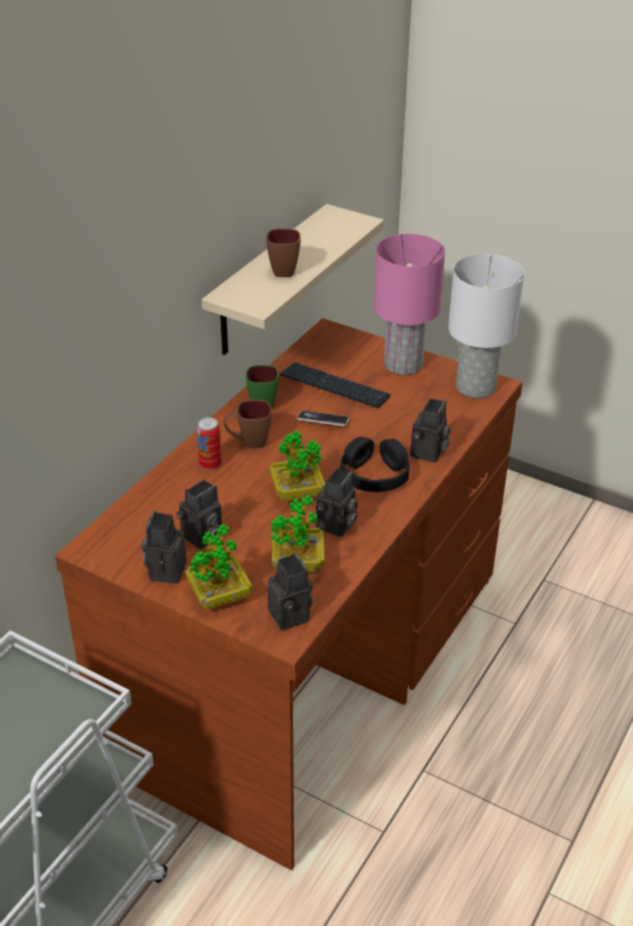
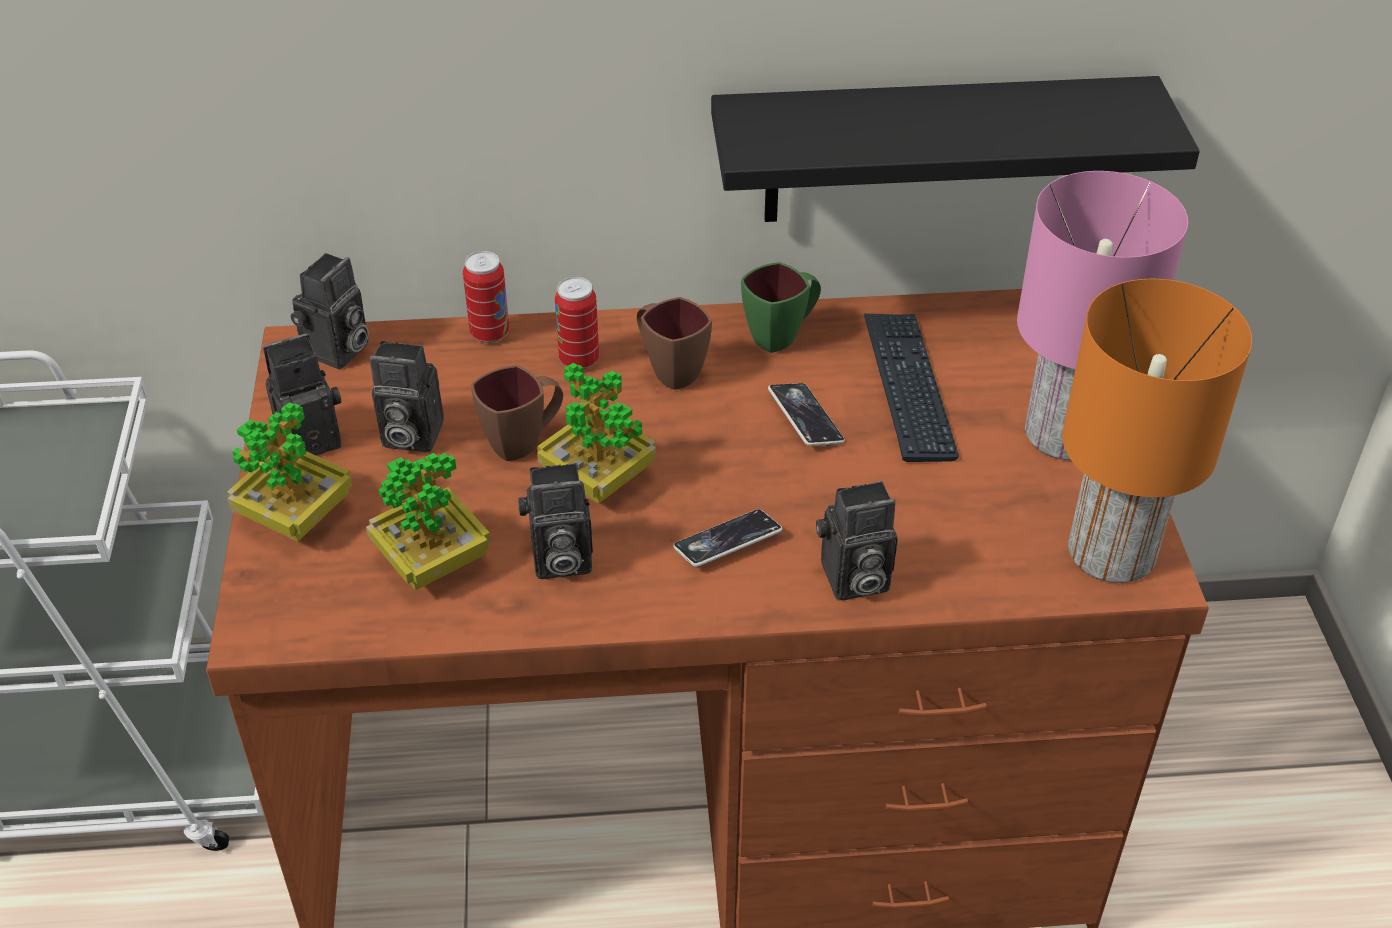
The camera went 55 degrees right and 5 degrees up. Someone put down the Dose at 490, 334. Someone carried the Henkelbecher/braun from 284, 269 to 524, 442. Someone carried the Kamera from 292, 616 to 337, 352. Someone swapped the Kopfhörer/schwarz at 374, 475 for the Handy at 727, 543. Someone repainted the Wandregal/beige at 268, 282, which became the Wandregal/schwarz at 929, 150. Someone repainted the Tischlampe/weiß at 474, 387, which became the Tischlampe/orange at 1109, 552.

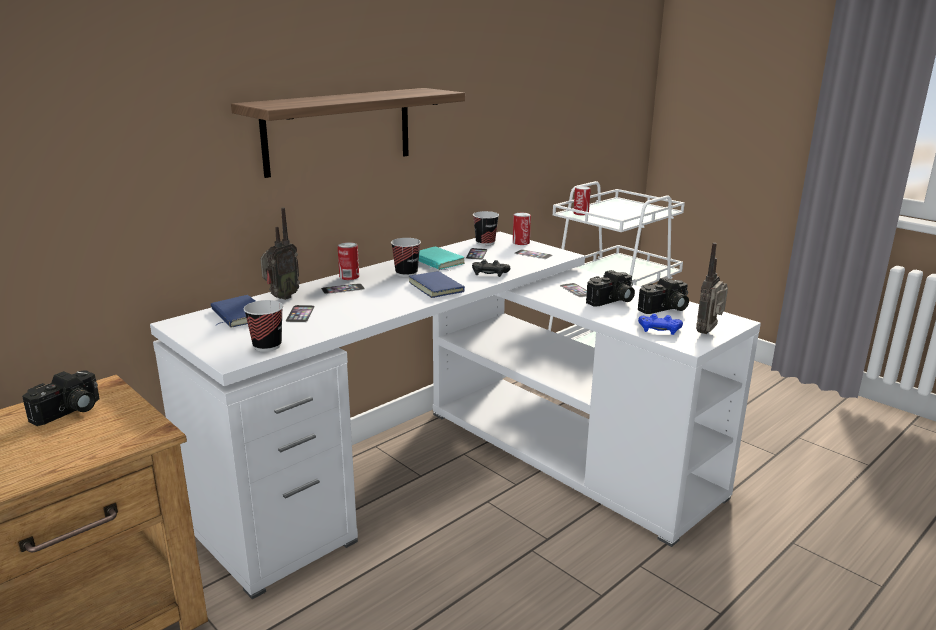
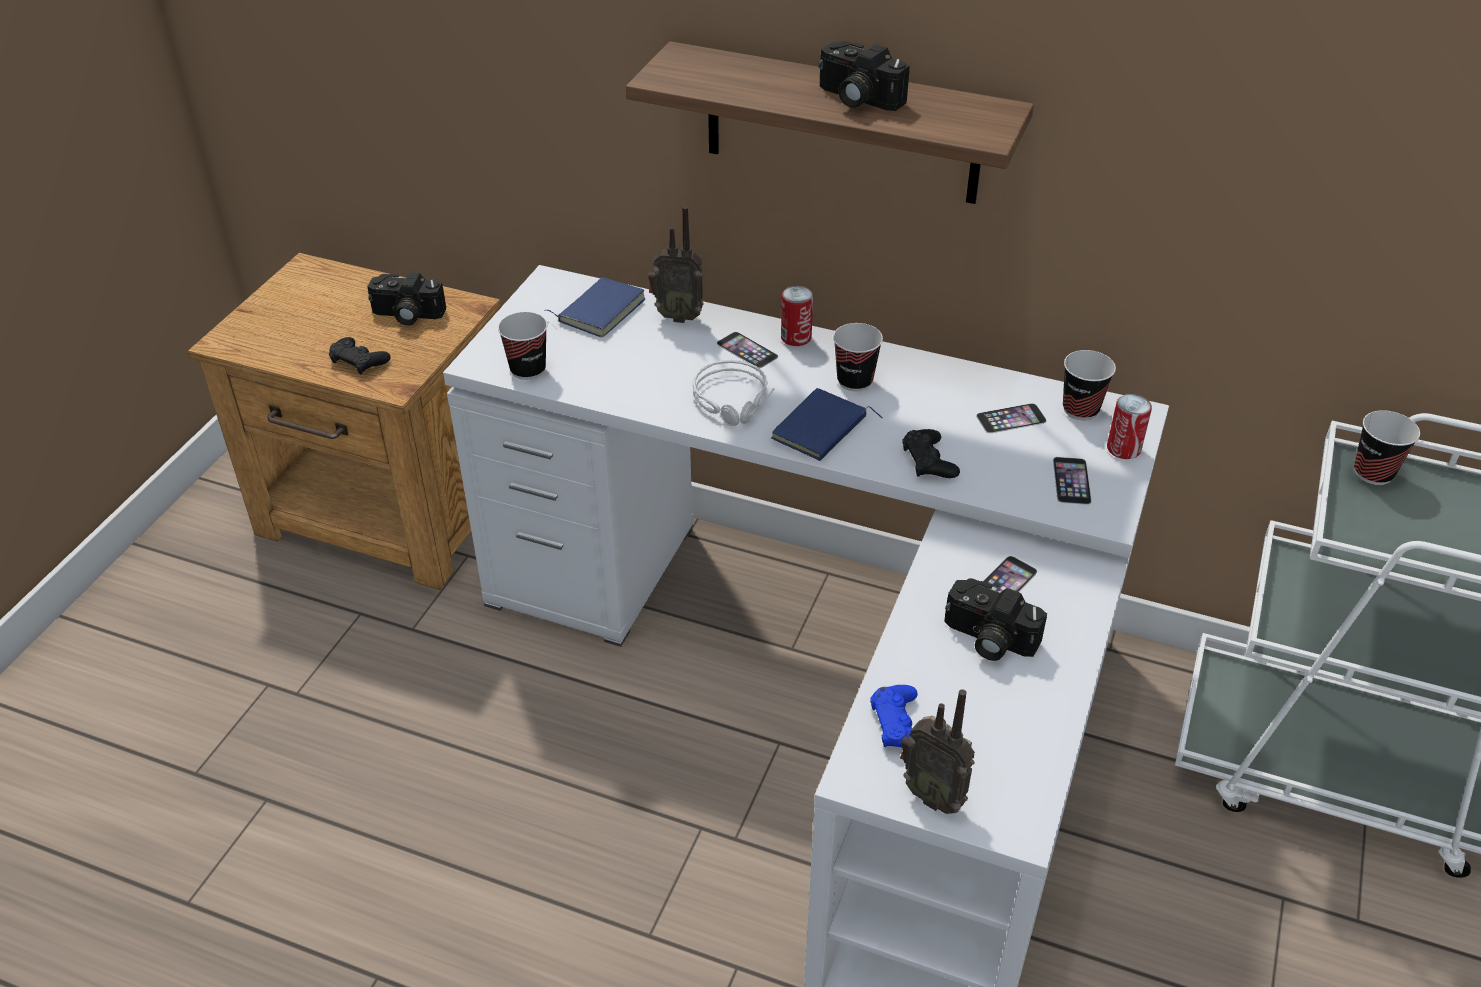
The camera went 65 degrees right and 20 degrees up. Someone took away the Handy at 300, 314. Someone took away the Buch/türkis at 435, 261. Someone put down the Gamepad/schwarz at 359, 361. Someone put down the Kopfhörer/grau at 734, 400. Someone carried the Kamera from 665, 309 to 856, 98. Someone swapped the Dose at 581, 213 for the Tasse at 1373, 473. Someone rotated the Radio at 709, 332 by 150 degrees counterclockwise.

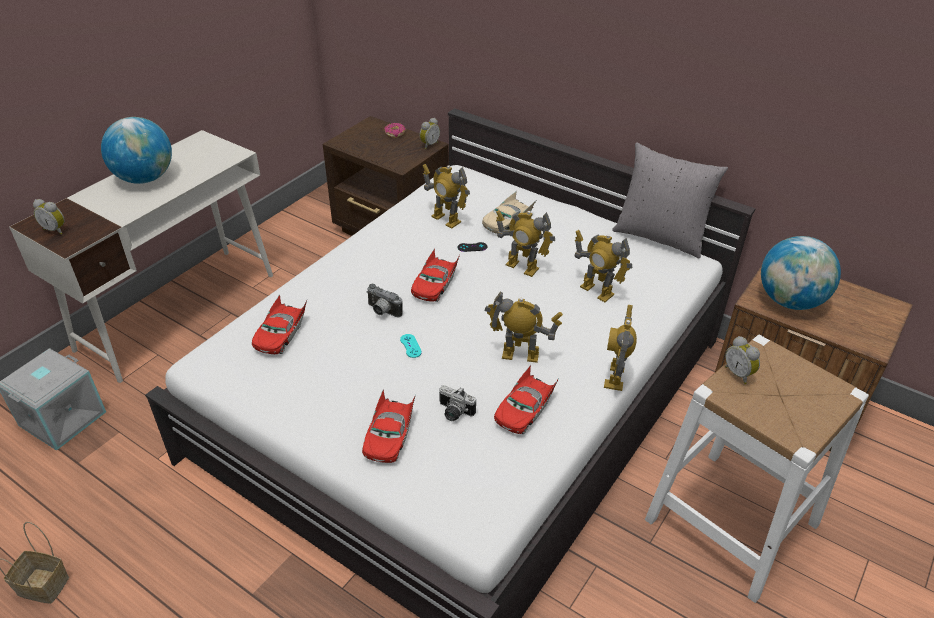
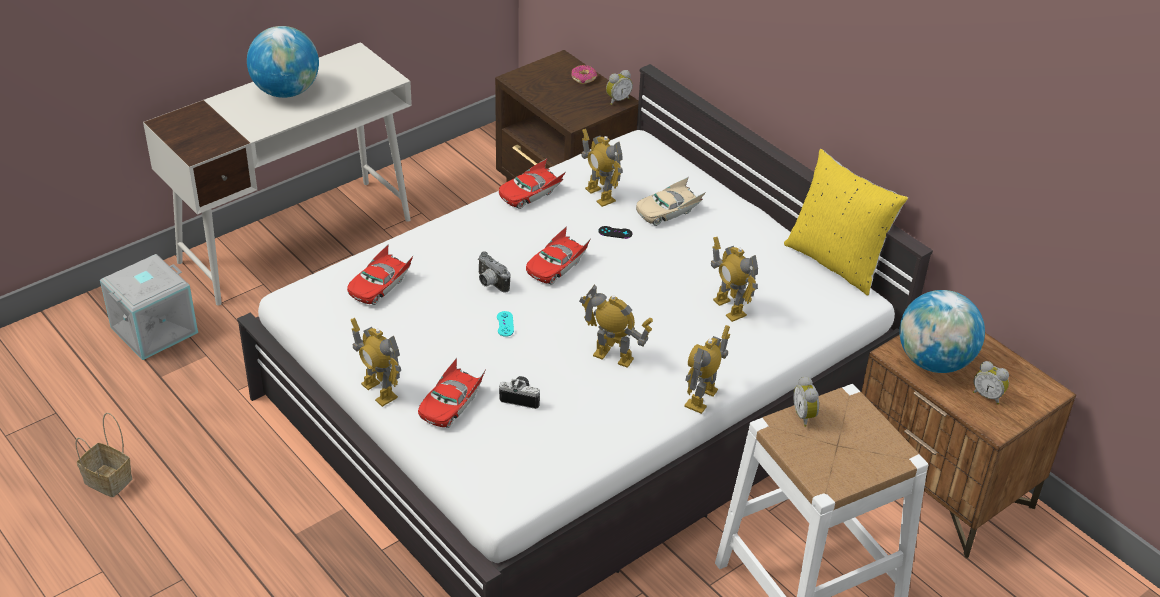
The camera went 15 degrees right and 0 degrees up. Someone carried the Wecker from 56, 230 to 987, 395. Someone carried the Spielzeugauto/rot from 525, 409 to 530, 193. Someone carried the Spielzeugroboter from 522, 267 to 379, 391. Someone repainted the Kissen/grau at 660, 237, which became the Kissen/gelb at 836, 262. Someone rotated the Kamera at 453, 412 by 150 degrees clockwise.

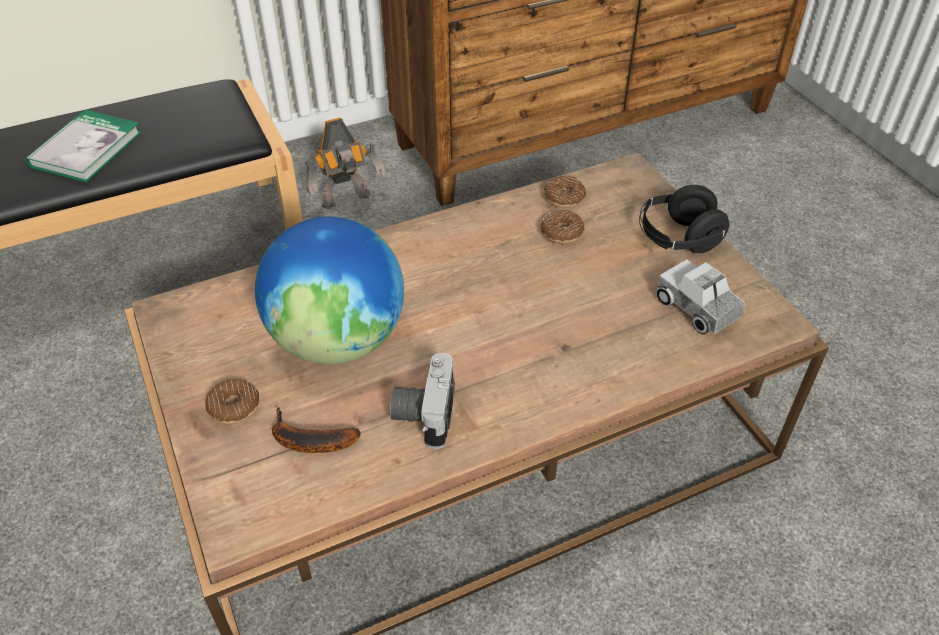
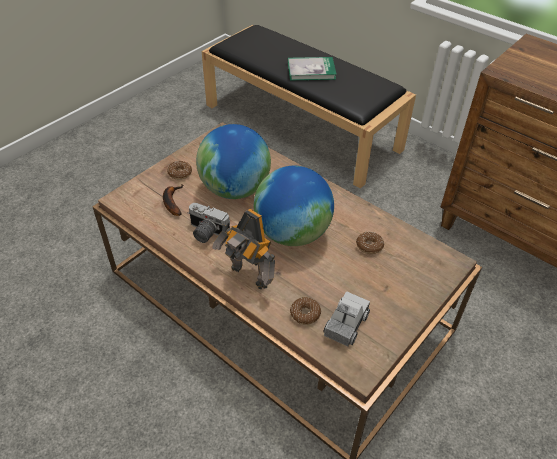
The camera went 65 degrees right and 0 degrees up. Someone took away the Kopfhörer/schwarz at 677, 239. Someone put down the Globus at 293, 234. Someone carried the Spielzeugroboter from 347, 201 to 248, 277. Someone carried the Donut from 564, 197 to 305, 314. Someone rotated the Kamera at 423, 412 by 135 degrees counterclockwise.

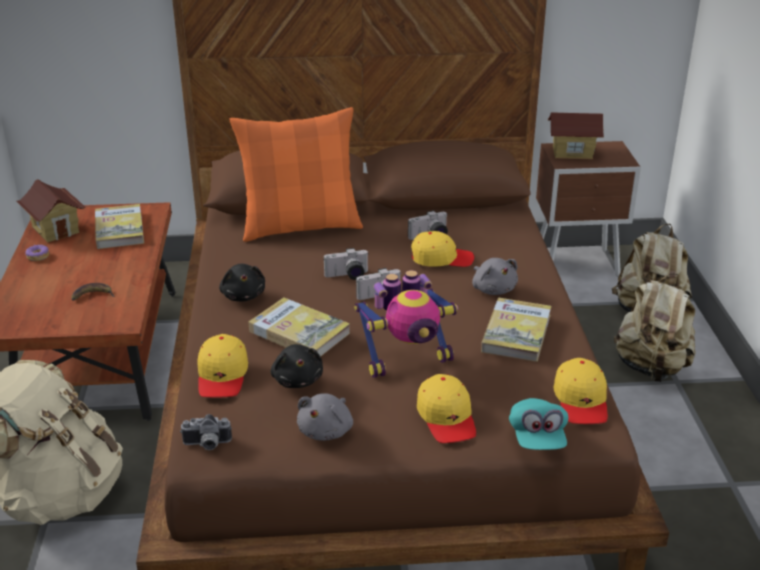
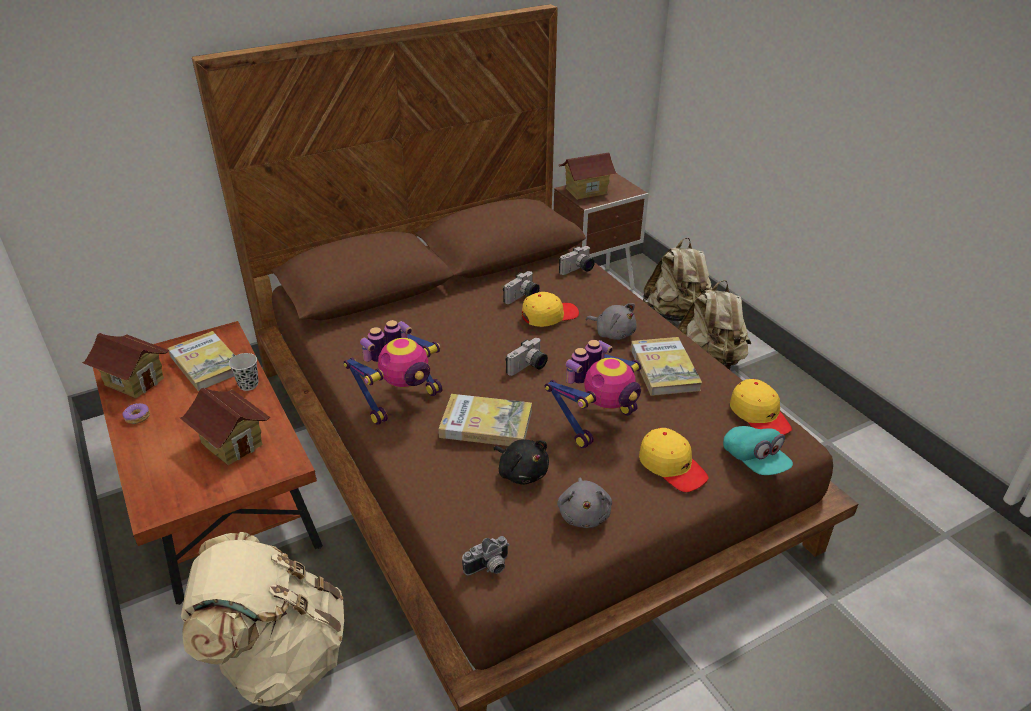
The camera went 25 degrees left and 5 degrees up. Someone took away the Kappe/gelb at 222, 375. Someone took away the Kissen/orange at 300, 226. Someone put down the Tasse/schwarz at 248, 385. Someone carried the Kamera from 347, 276 to 578, 270. Someone swapped the Banane at 92, 295 for the Spielzeughaus at 232, 443. Someone swapped the Plüschtier/schwarz at 243, 295 for the Spielzeugroboter at 401, 401.

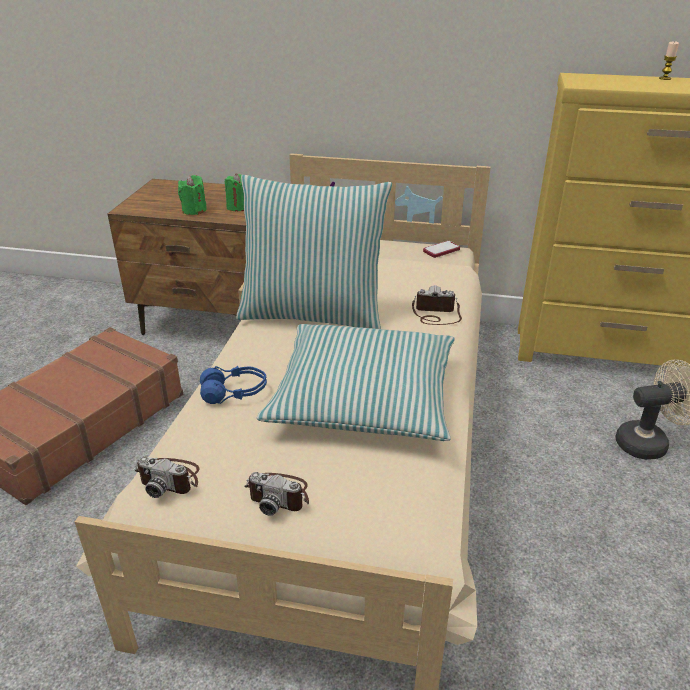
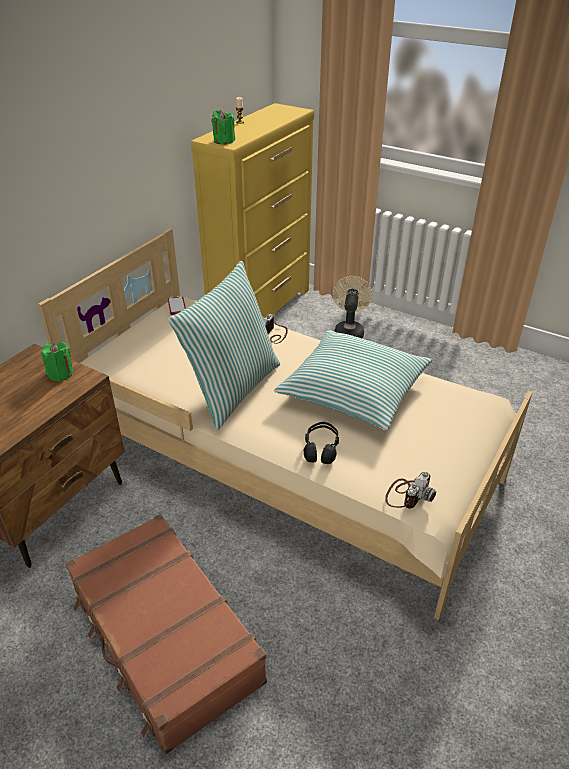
The camera went 70 degrees left and 5 degrees up. Someone took away the Kamera at 279, 494. Someone carried the Kerze/grün from 194, 210 to 224, 141. Someone repainted the Kopfhörer/blau at 234, 393, which became the Kopfhörer/schwarz at 321, 449.

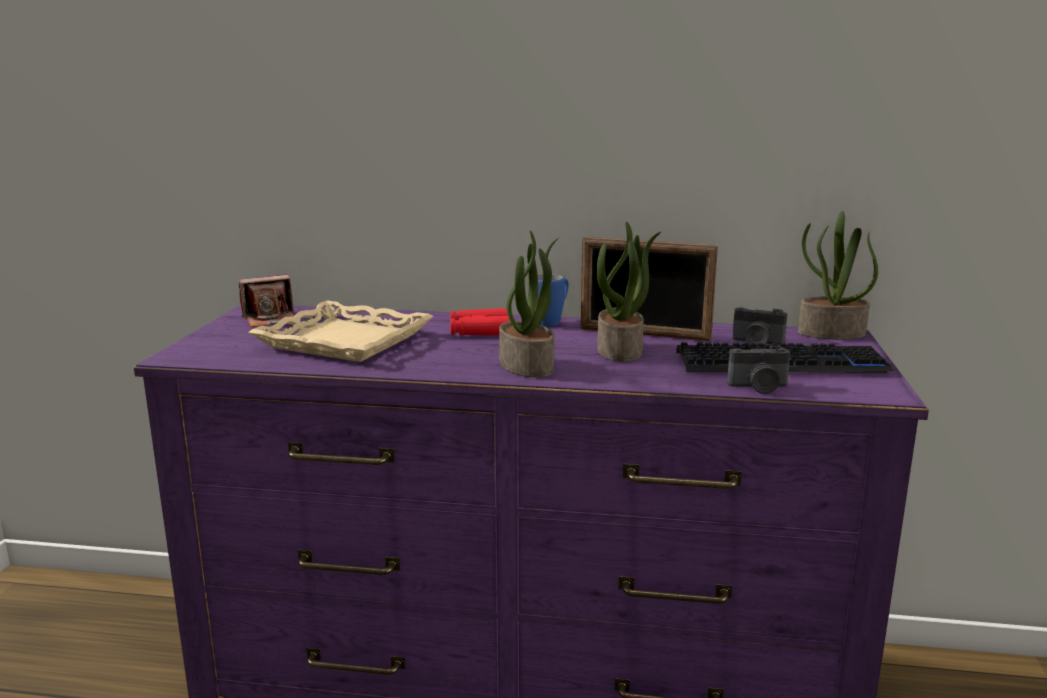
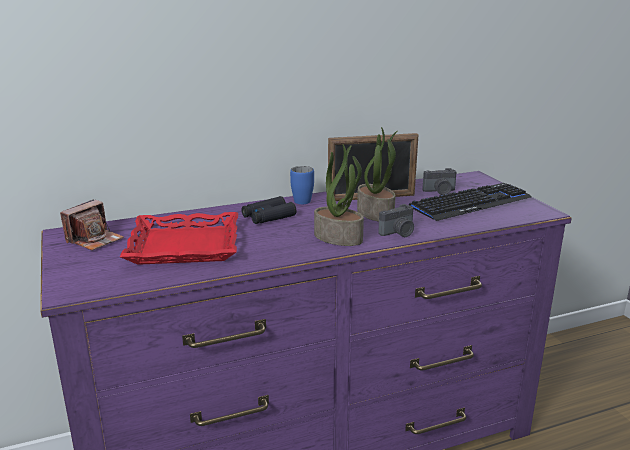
The camera went 30 degrees left and 5 degrees up. Someone took away the Topfpflanze at 831, 333. Someone carried the Kamera from 759, 387 to 398, 233. Someone repainted the Tablett/beige at 343, 341, which became the Tablett/rot at 184, 246. Someone repainted the Fernglas/rot at 480, 331, which became the Fernglas/schwarz at 268, 217.

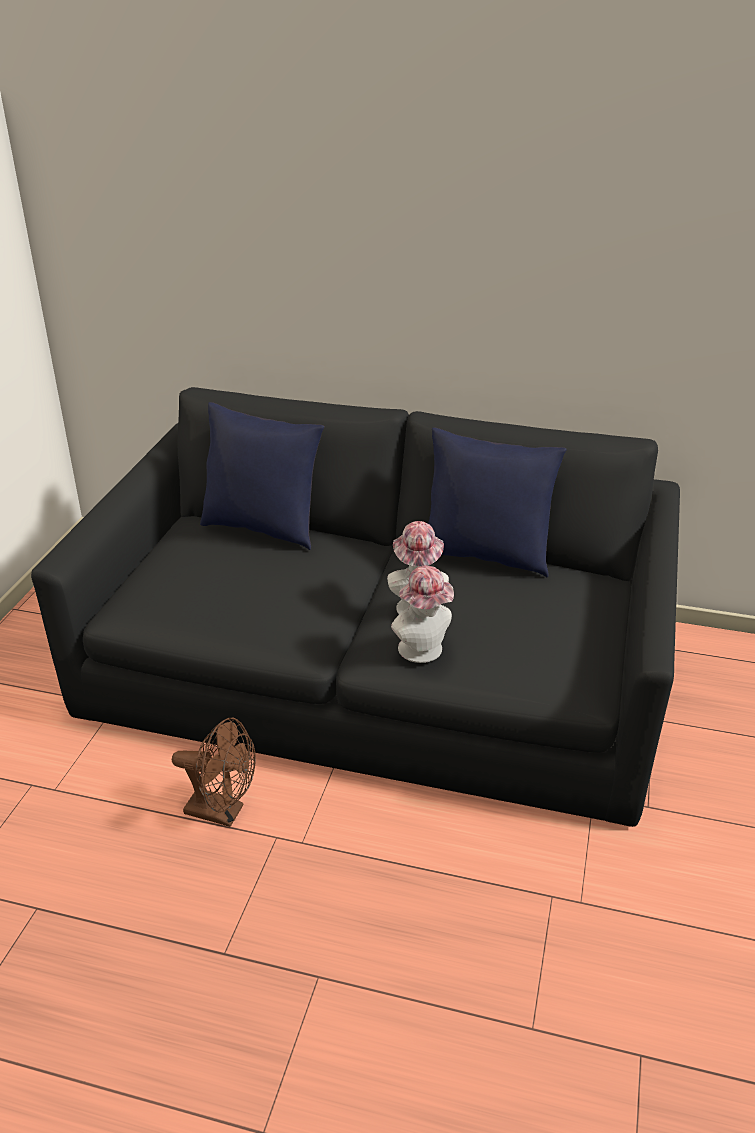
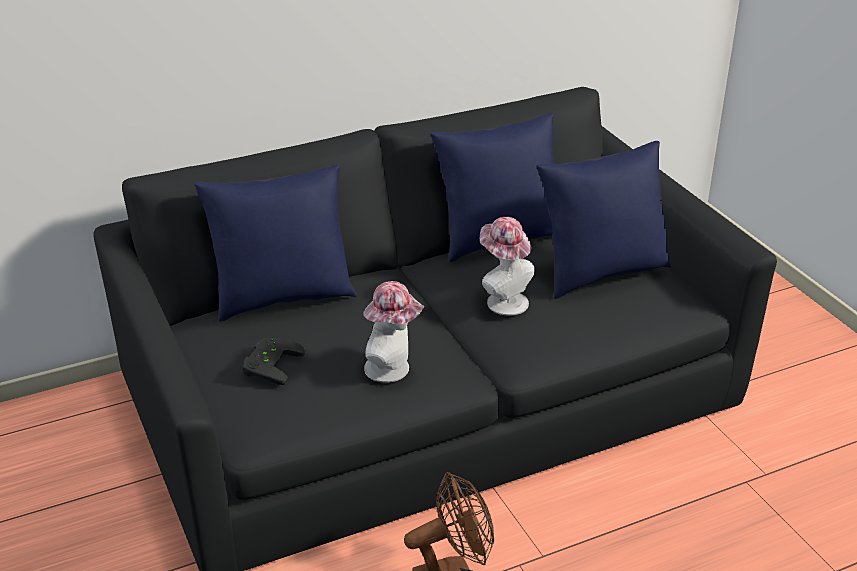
The camera went 40 degrees left and 0 degrees up. Someone put down the Gamepad/schwarz at 269, 364. Someone put down the Kissen/blau at 600, 273. Someone carried the Hut from 424, 652 to 393, 369.

